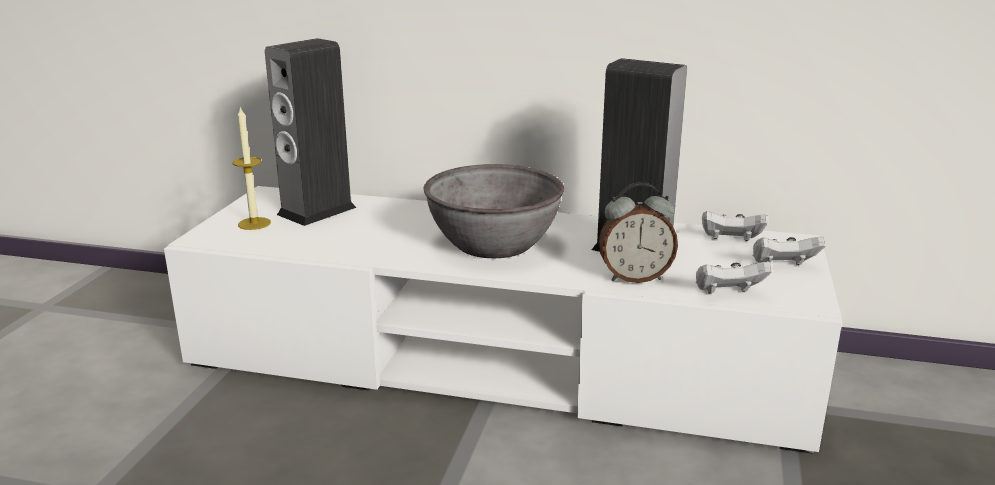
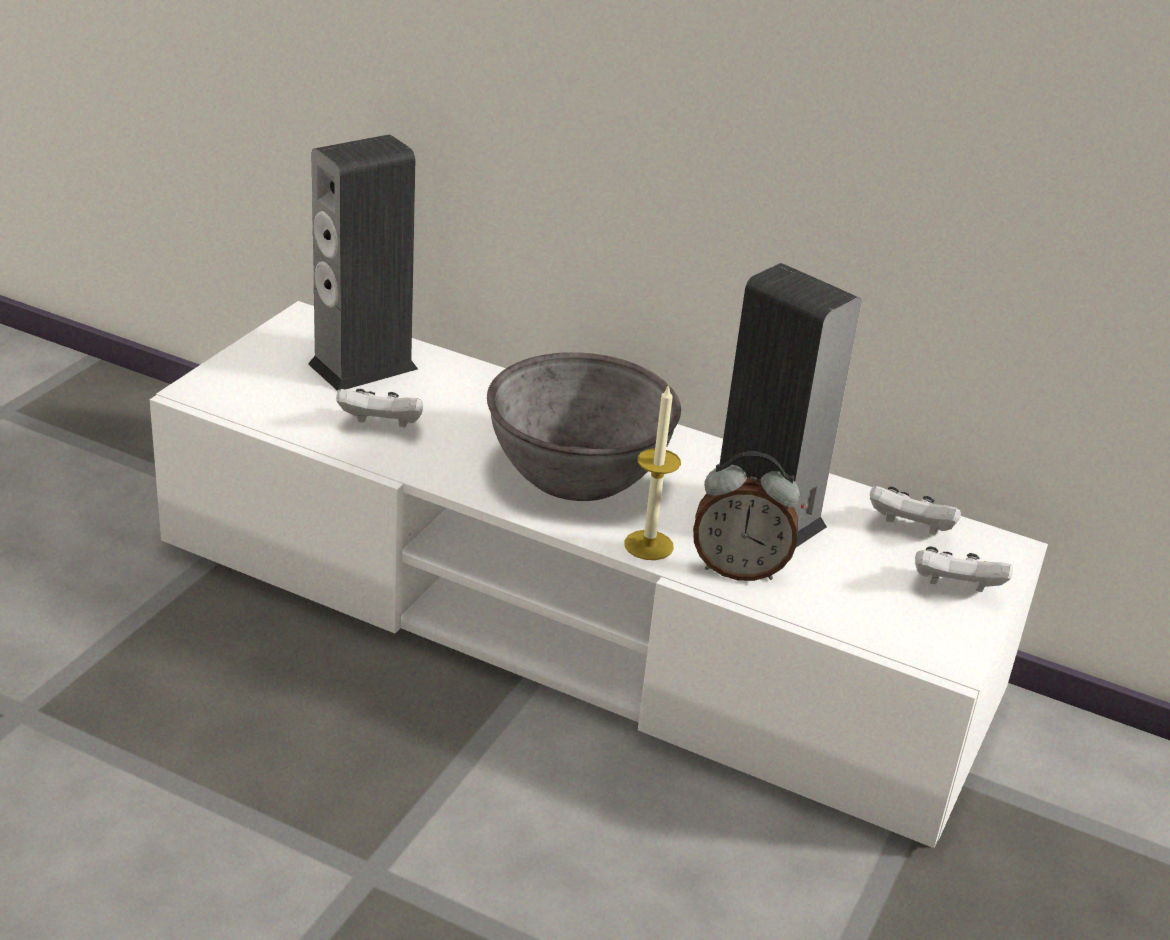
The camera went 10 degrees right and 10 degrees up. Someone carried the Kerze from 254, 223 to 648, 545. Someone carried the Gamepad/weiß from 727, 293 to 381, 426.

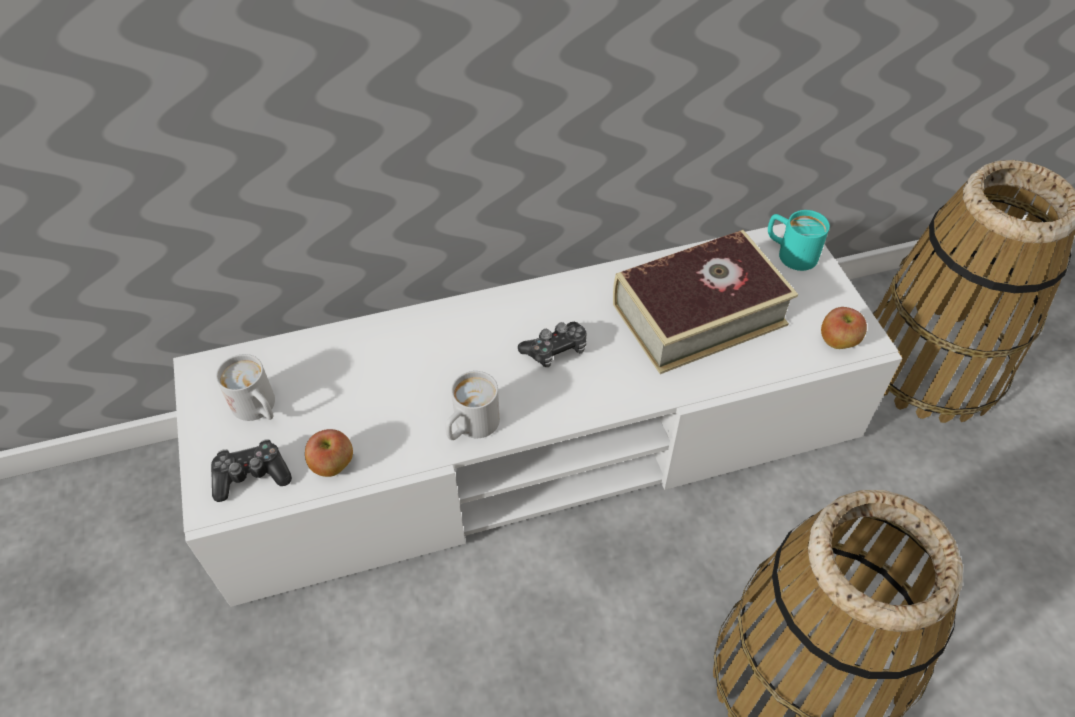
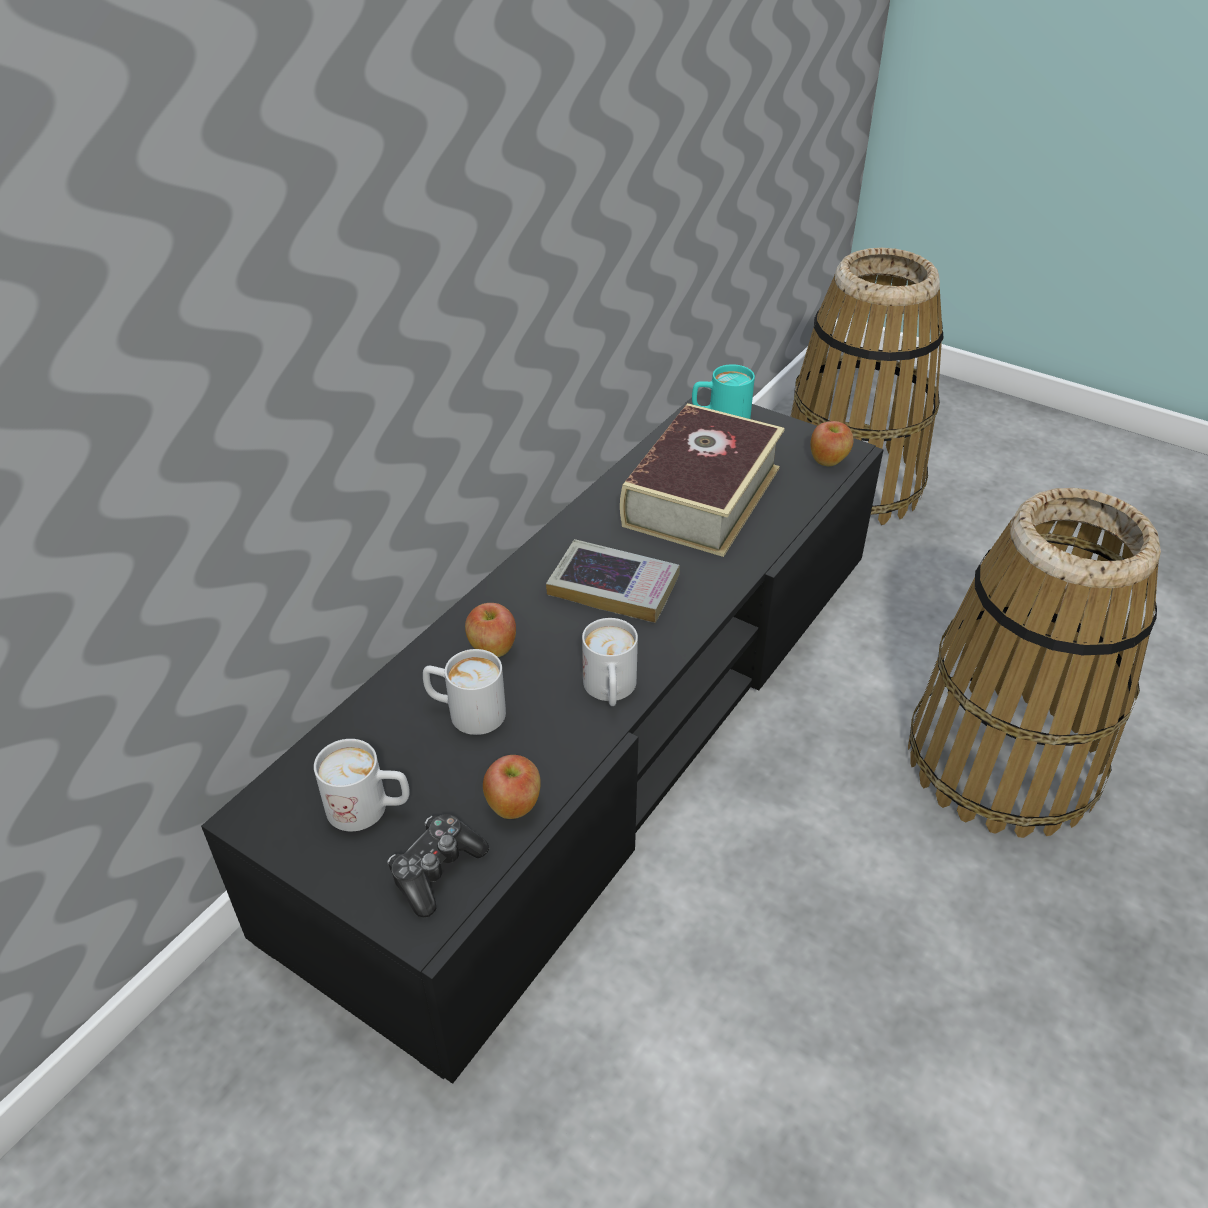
The camera went 40 degrees left and 10 degrees down. Someone put down the Henkelbecher/weiß at 465, 712. Someone put down the Apfel at 492, 649. Someone swapped the Gamepad at 555, 350 for the Buch at 614, 587. Someone repainted the Fernsehschrank/weiß at 538, 441, which became the Fernsehschrank/schwarz at 603, 724.

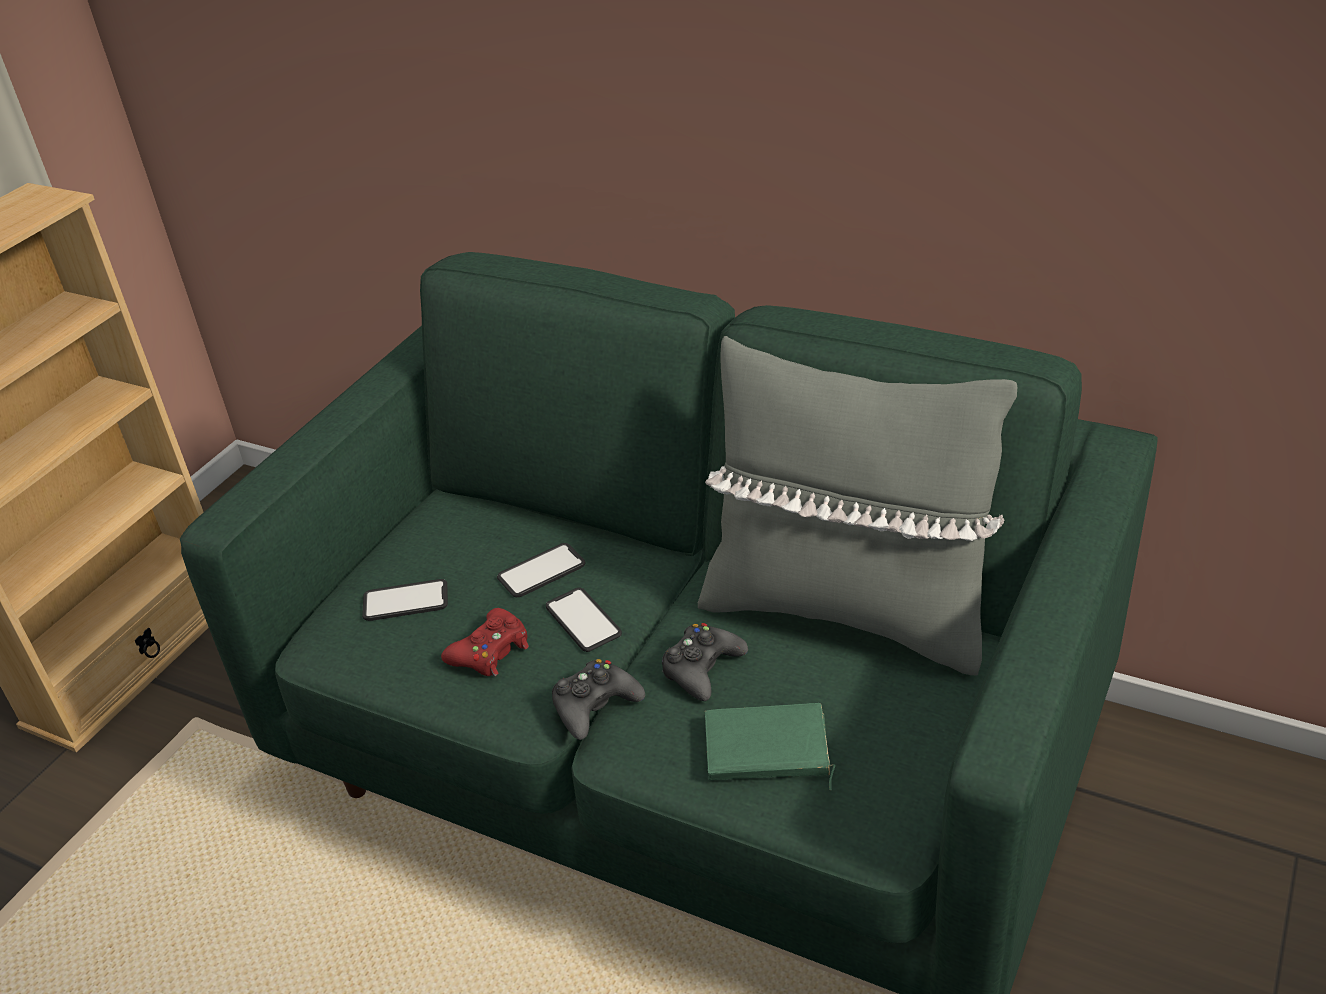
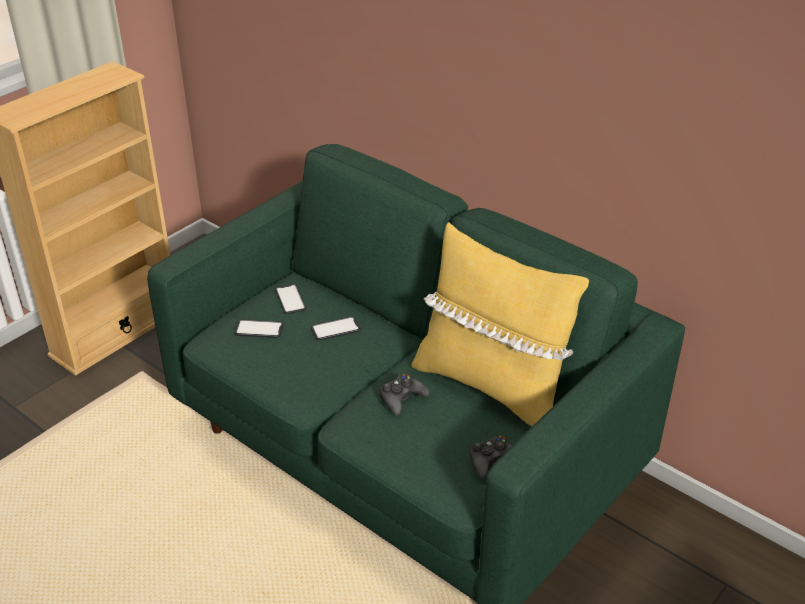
The camera went 10 degrees right and 0 degrees up. Someone took away the Gamepad/rot at 490, 651. Someone took away the Buch/grün at 766, 752. Someone carried the Handy from 583, 621 to 290, 299. Someone carried the Gamepad/schwarz from 595, 706 to 492, 461. Someone repainted the Kissen/grau at 847, 611, which became the Kissen/gelb at 491, 386.

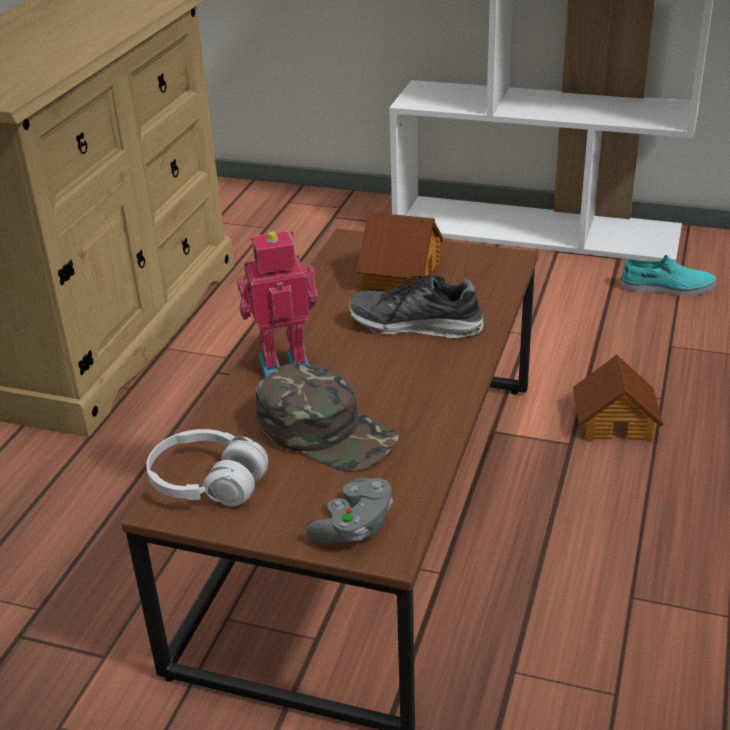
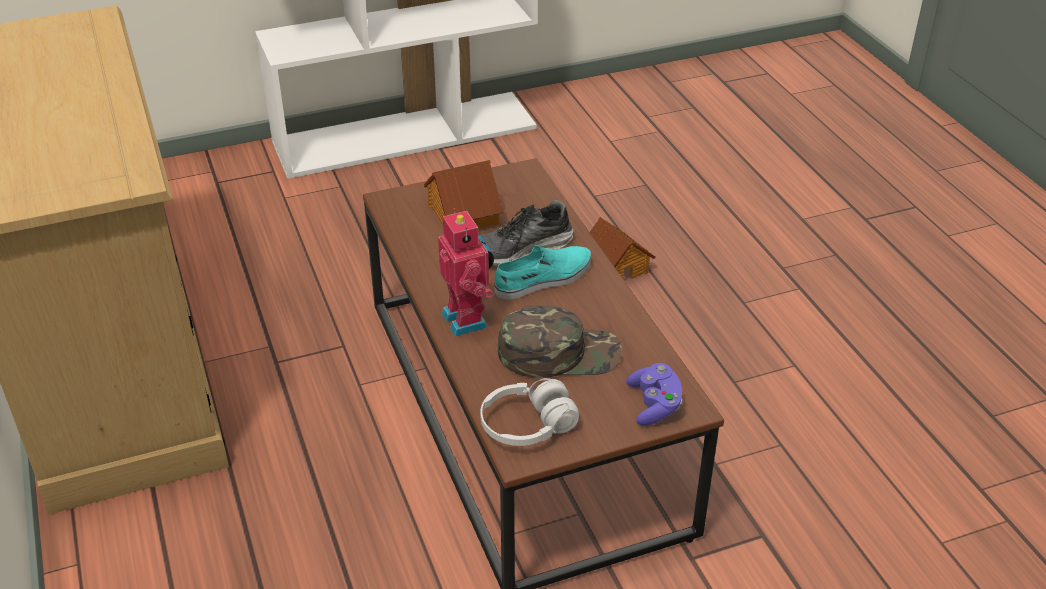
The camera went 40 degrees left and 5 degrees up. Someone carried the Schuh/türkis from 667, 287 to 544, 279. Someone repainted the Gamepad/grau at 354, 527, which became the Gamepad/lila at 654, 405. Someone rotated the Spielzeugroboter at 283, 364 by 120 degrees clockwise.

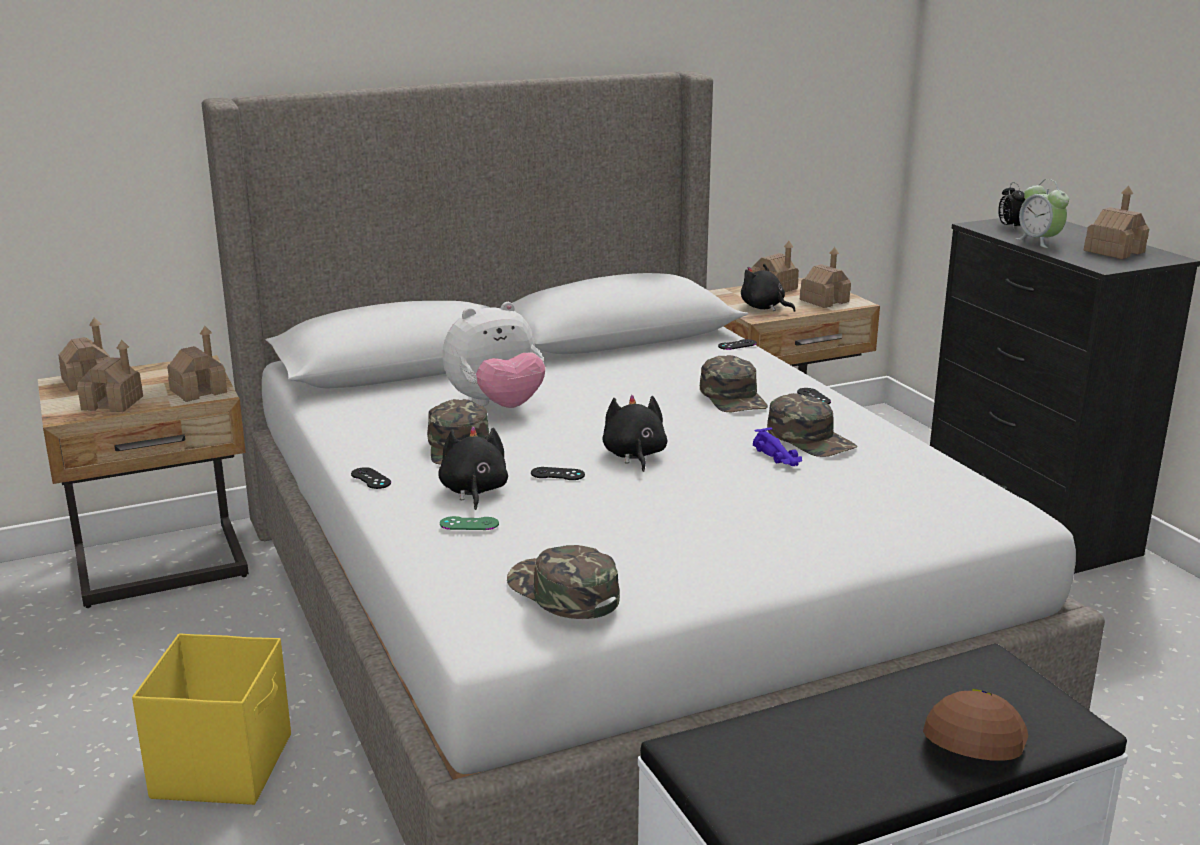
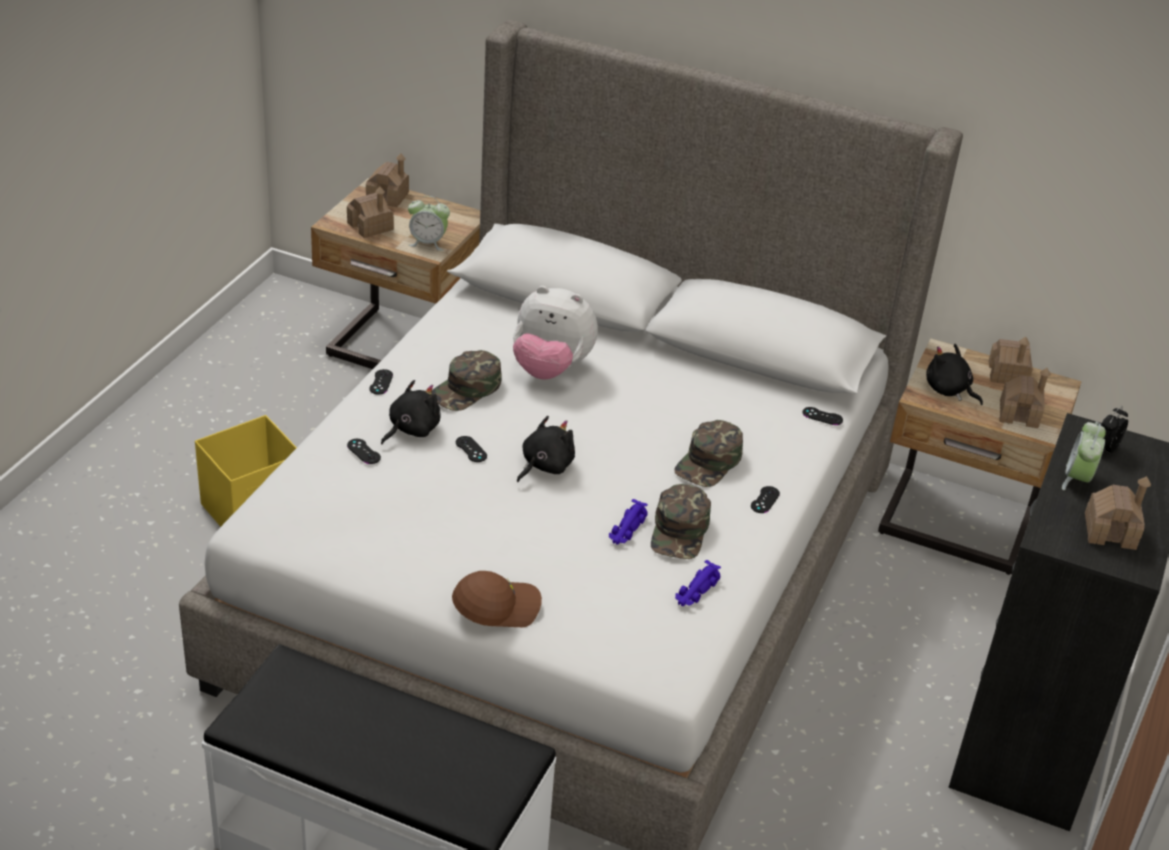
The camera went 45 degrees right and 15 degrees up. Someone took away the Kappe/grün at 562, 592. Someone put down the Spielzeugauto/lila at 696, 591. Someone carried the Kappe/braun from 972, 738 to 496, 606. Someone swapped the Spielzeughaus at 198, 391 for the Wecker at 428, 243. Someone repainted the Gamepad/grün at 469, 524, which became the Gamepad/schwarz at 363, 451. Someone rotated the Plüschtier/schwarz at 764, 308 by 45 degrees counterclockwise.

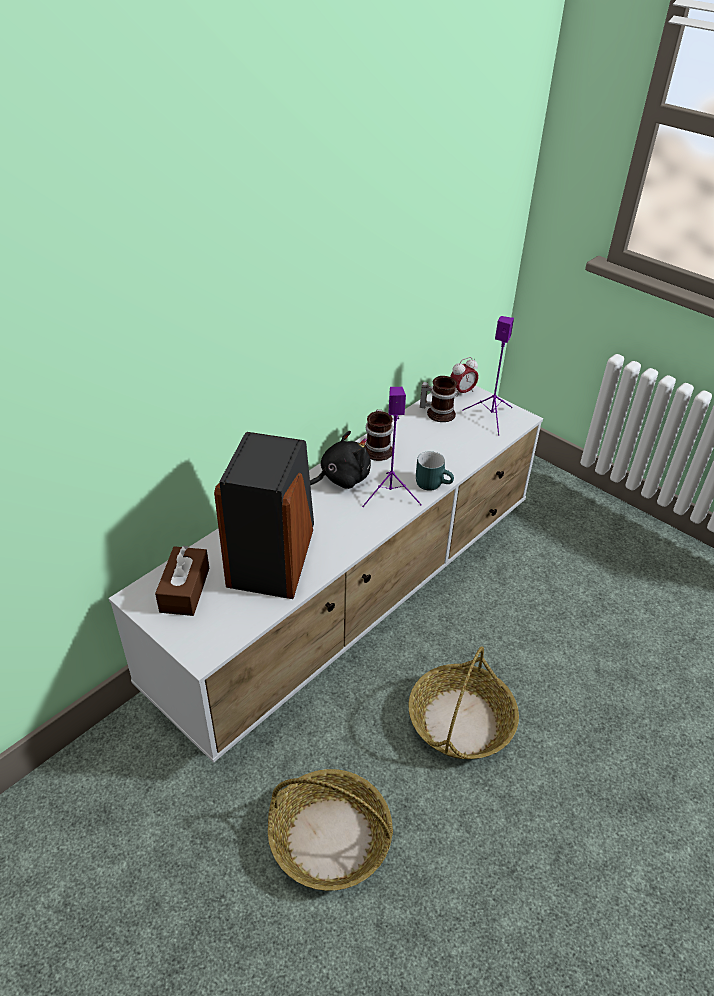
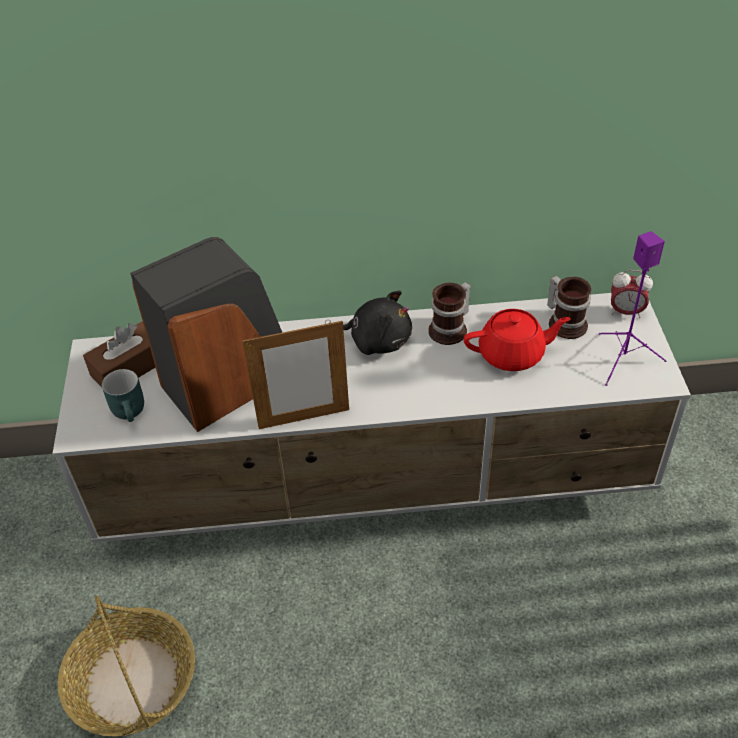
The camera went 45 degrees right and 5 degrees up. Someone took away the Lautsprecher/lila at 391, 494. Someone took away the Korb at 461, 722. Someone put down the Bilderrahmen at 304, 419. Someone put down the Teekanne/rot at 512, 354. Someone carried the Henkelbecher/türkis from 433, 483 to 132, 411.

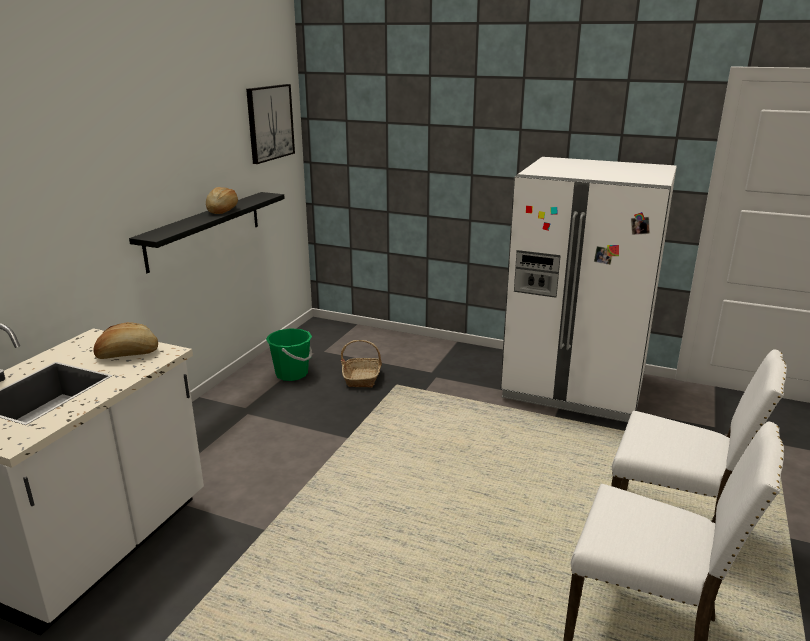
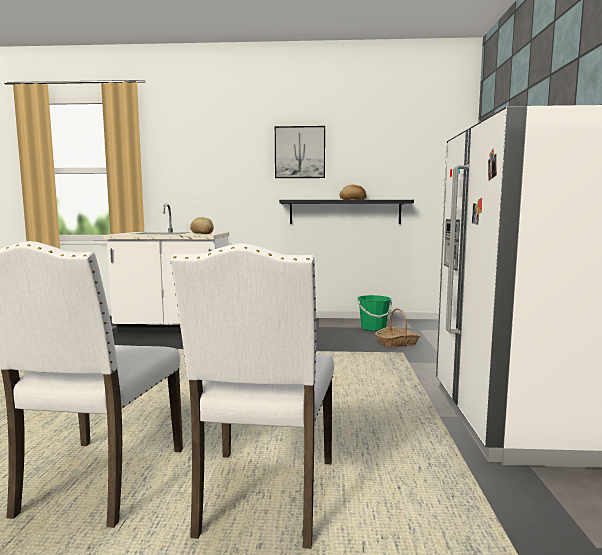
The camera went 70 degrees right and 15 degrees down. Someone carried the Bild from 269, 123 to 300, 152.

